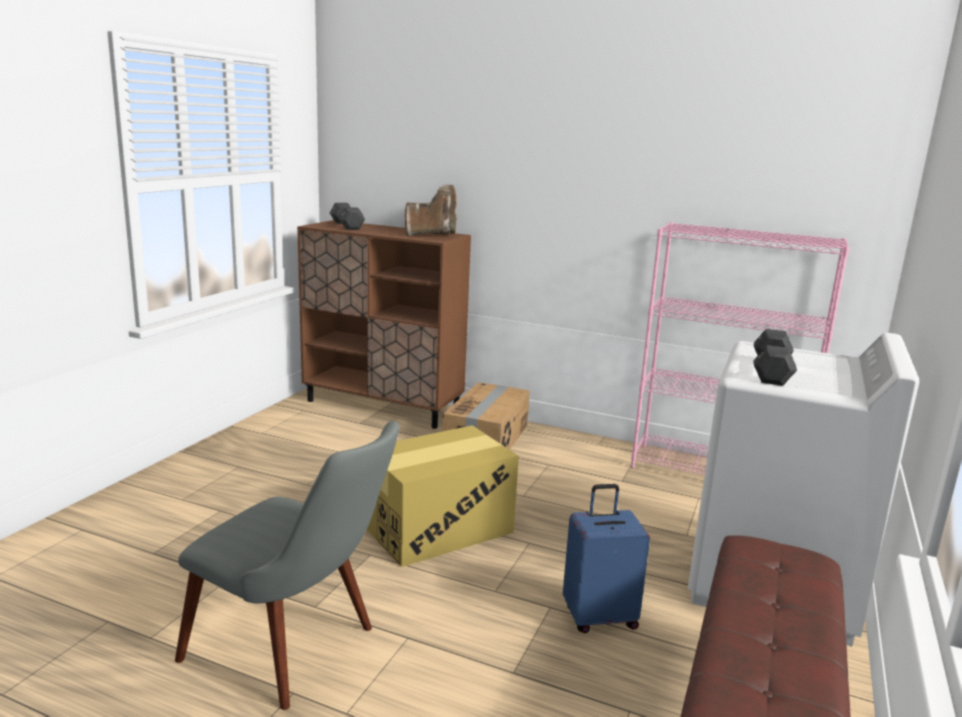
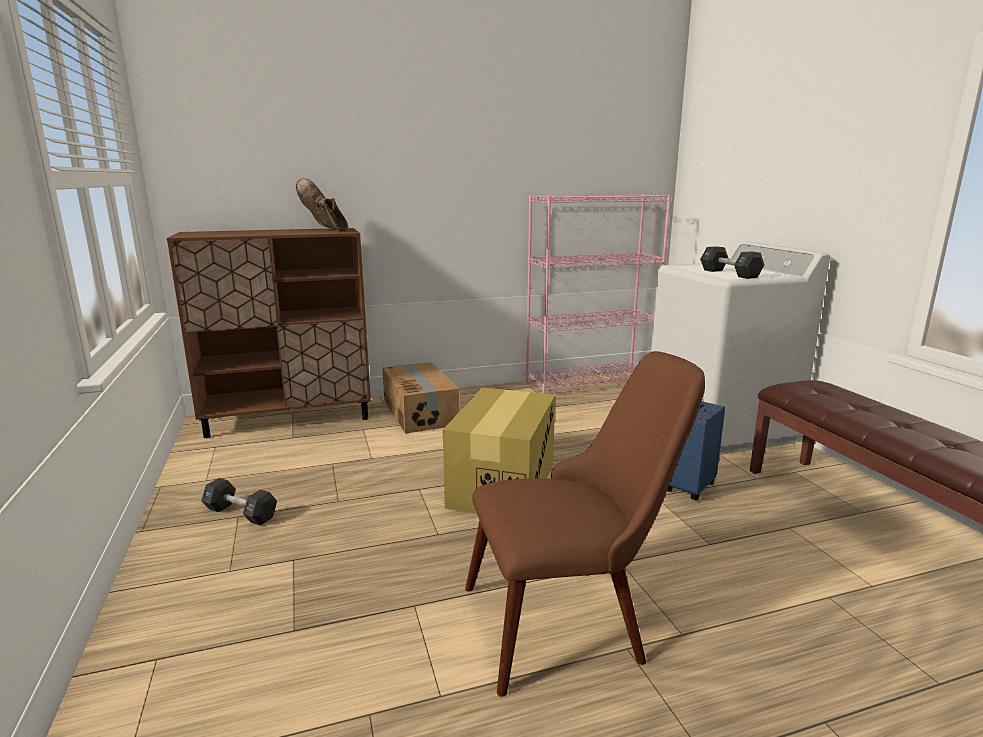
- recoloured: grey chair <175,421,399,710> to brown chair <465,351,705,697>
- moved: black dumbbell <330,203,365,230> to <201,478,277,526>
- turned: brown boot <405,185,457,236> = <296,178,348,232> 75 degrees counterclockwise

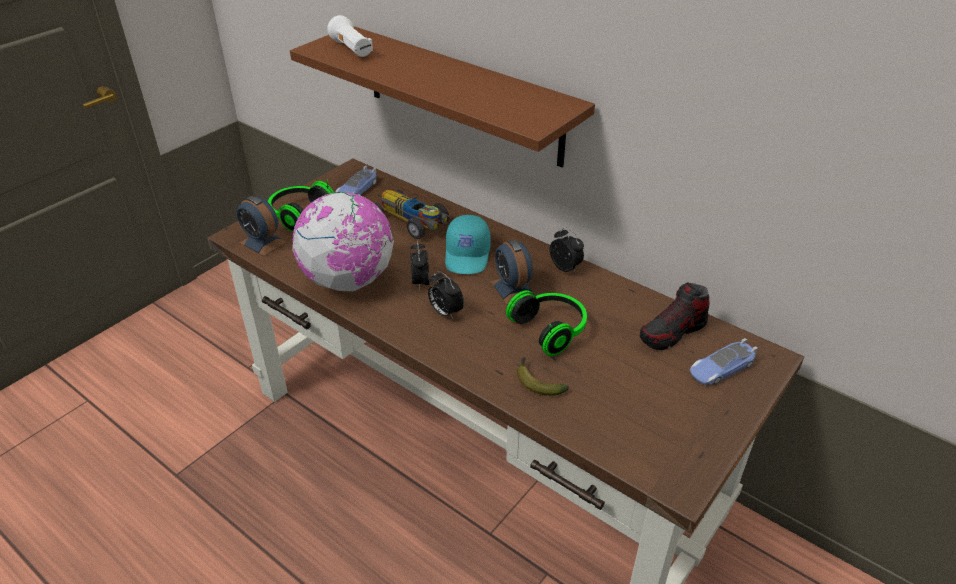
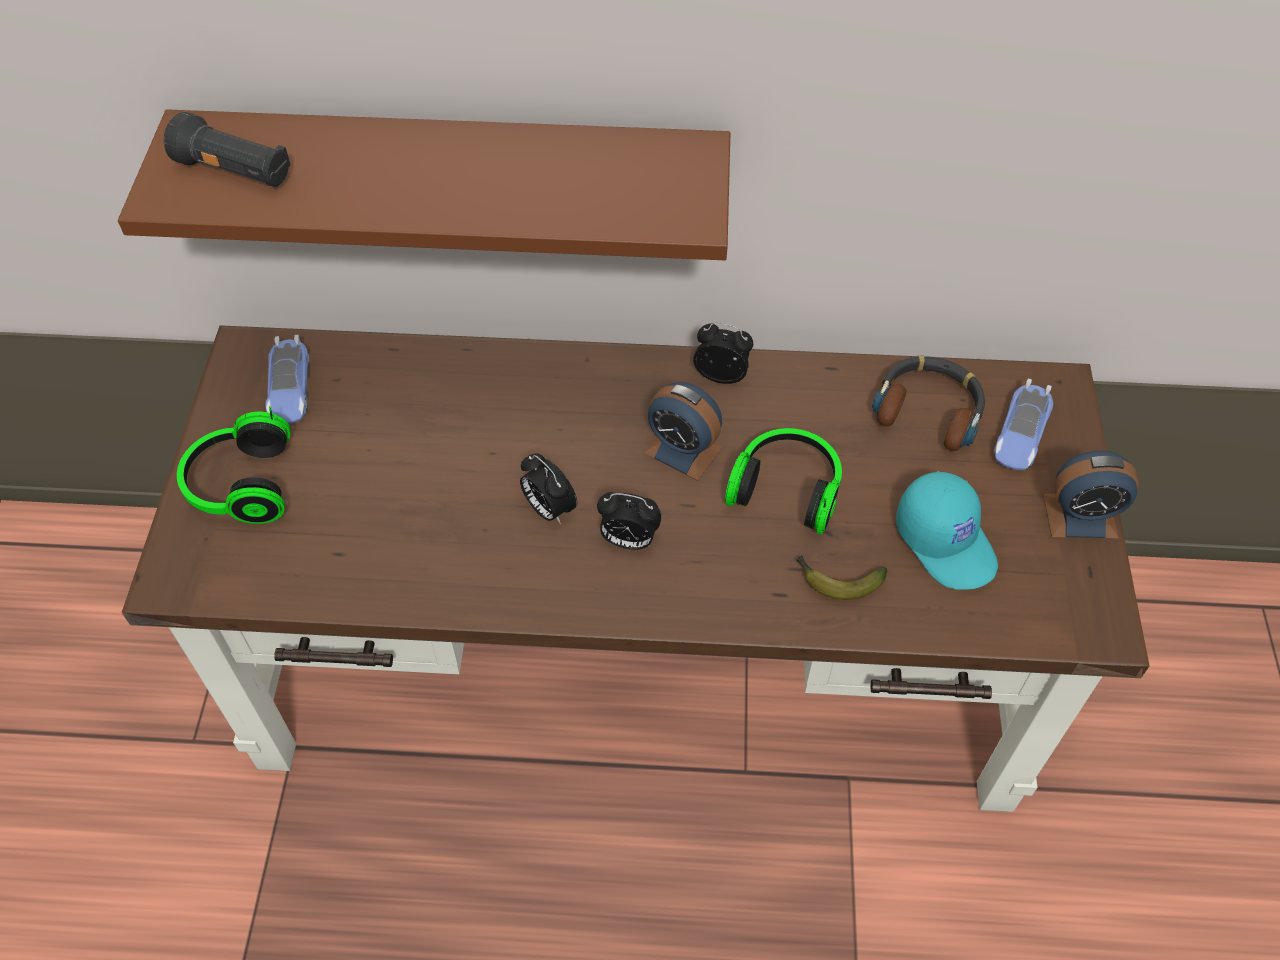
- moved: alarm clock <237,196,286,256> to <1043,450,1139,539>
- removed: globe <292,192,394,291>
- recoloured: white flashlight <327,15,373,57> to black flashlight <164,112,291,187>
- removed: toy car <374,190,449,239>
- moved: turquoise cap <445,215,491,274> to <896,471,998,590>
- replaced: shoe <640,282,710,350> to headphones <872,355,985,451>

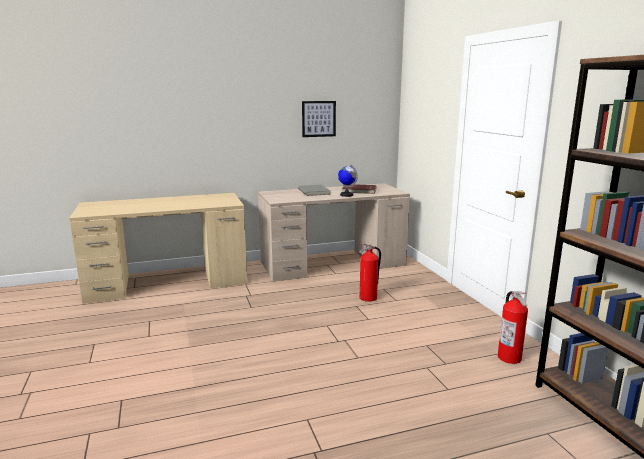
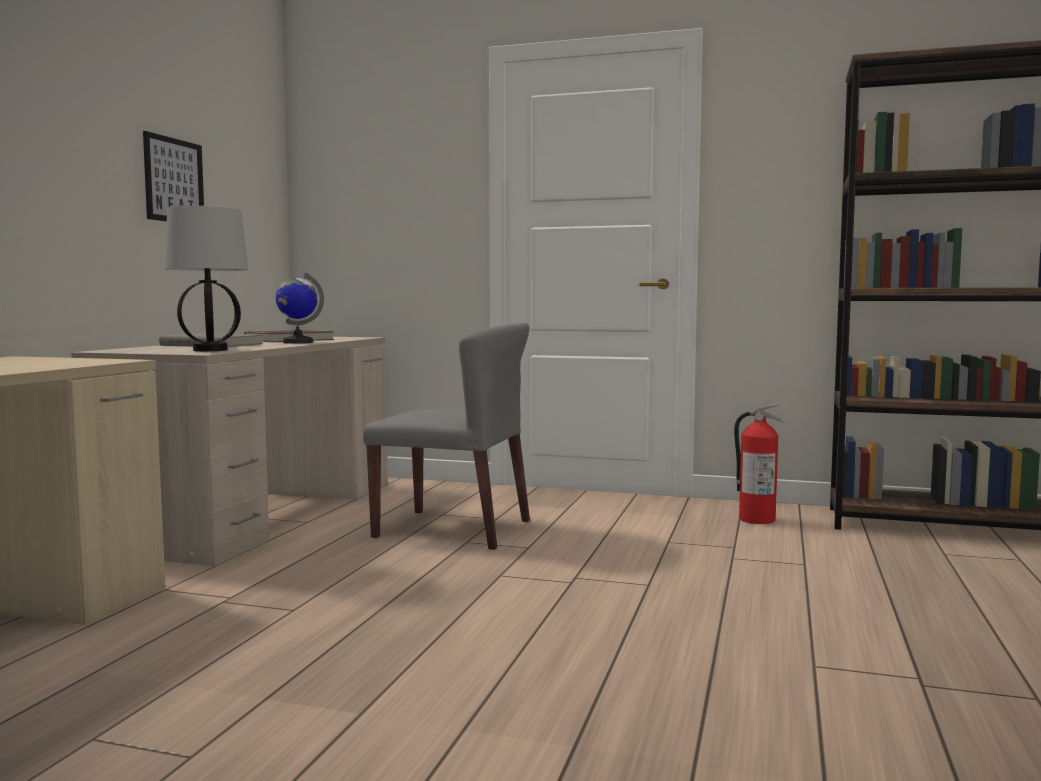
- replaced: fire extinguisher <359,243,381,302> to grey chair <363,322,530,550>
- added: table lamp <165,206,248,351>

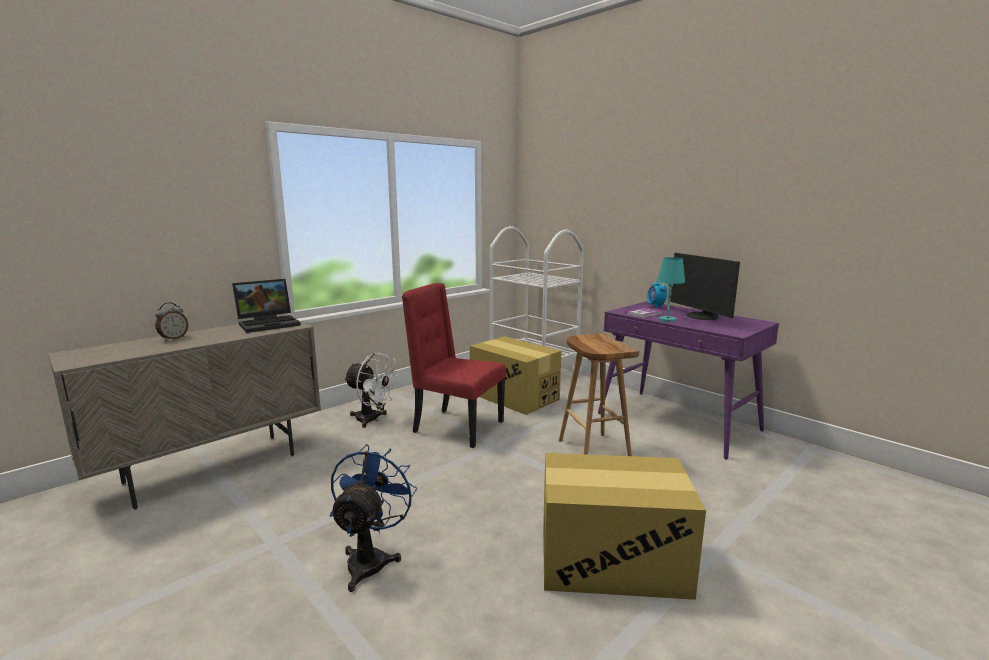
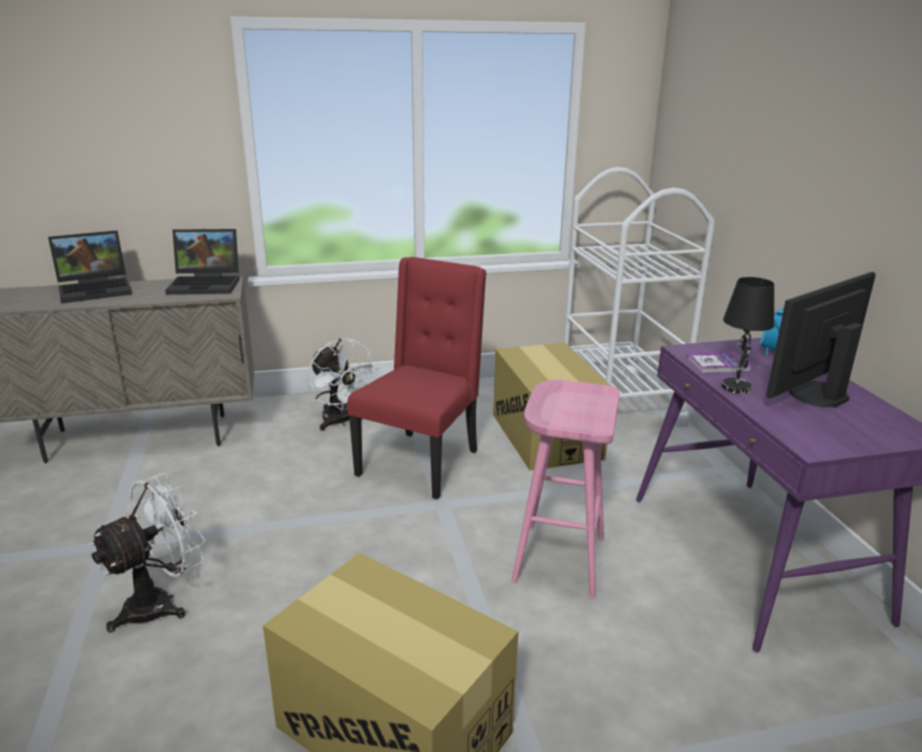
- replaced: alarm clock <155,302,188,341> to laptop <48,231,132,303>
- recoloured: blue fan <330,444,417,592> to white fan <89,473,206,633>
- turned: red chair <402,283,506,448> = <347,257,486,500> 60 degrees clockwise
- recoloured: brown stool <559,333,639,456> to pink stool <512,380,620,598>
- recoloured: turquoise table lamp <657,257,685,322> to black table lamp <722,277,774,394>
- turned: monitor <670,253,740,320> = <766,272,876,408> 45 degrees clockwise

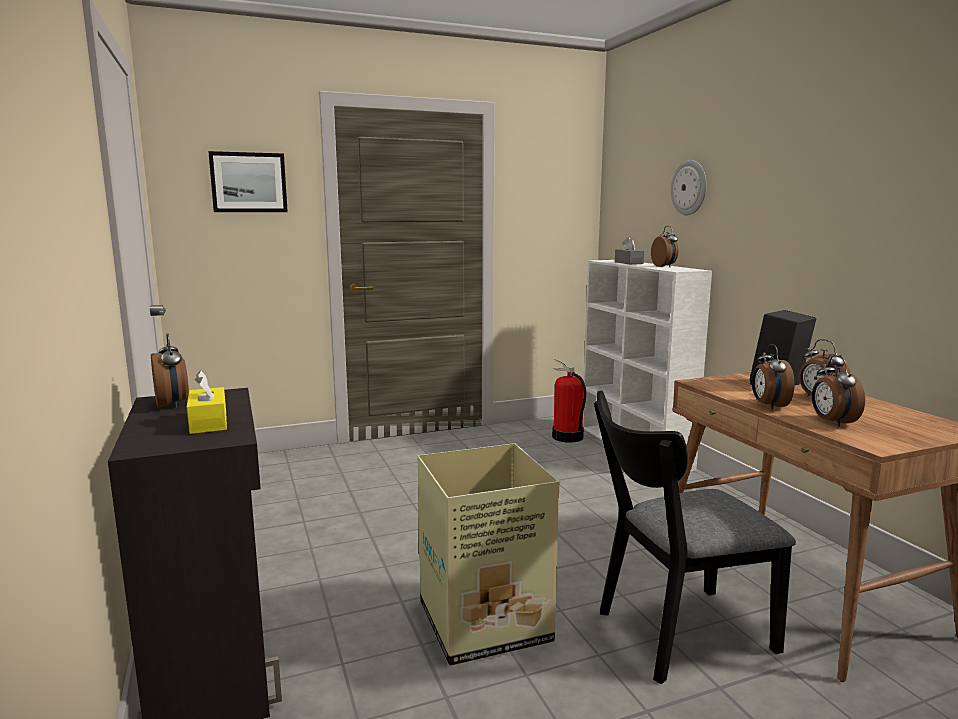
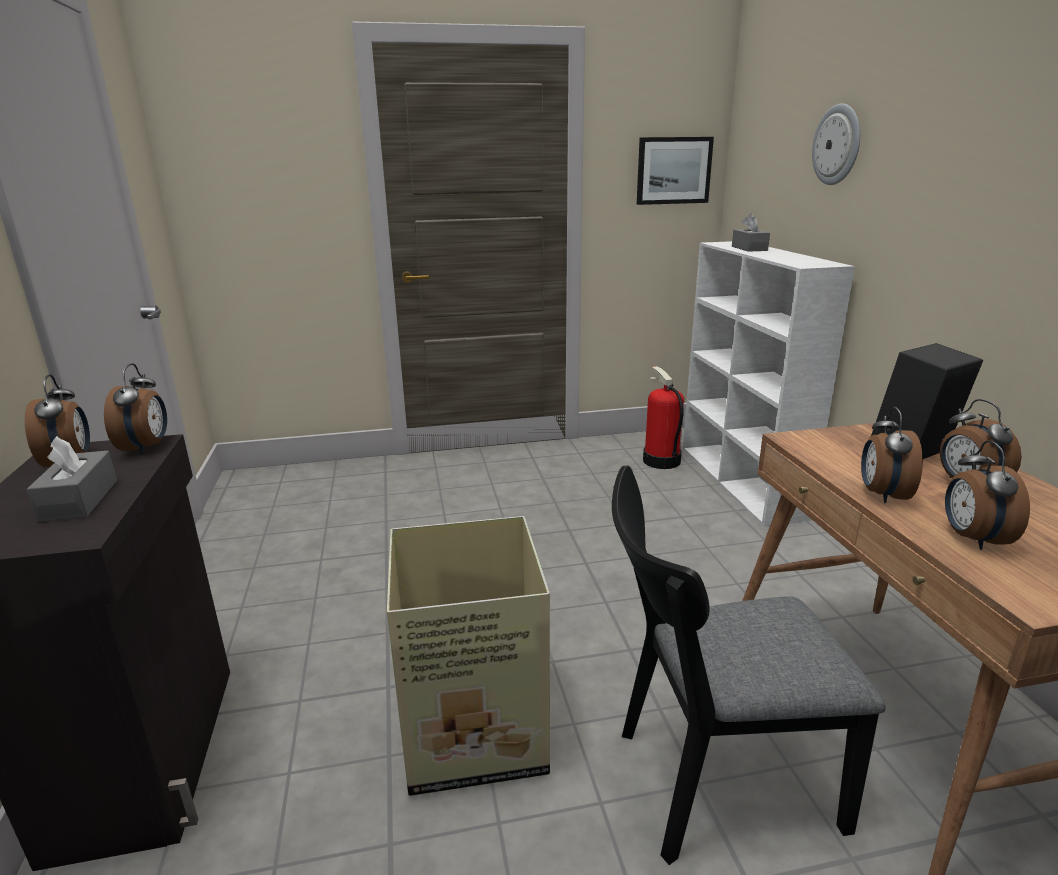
- recoloured: yellow tissue box <187,370,227,434> to grey tissue box <26,436,117,522>
- moved: picture <208,151,288,212> to <637,137,714,205>
- moved: alarm clock <651,226,678,267> to <104,363,167,455>

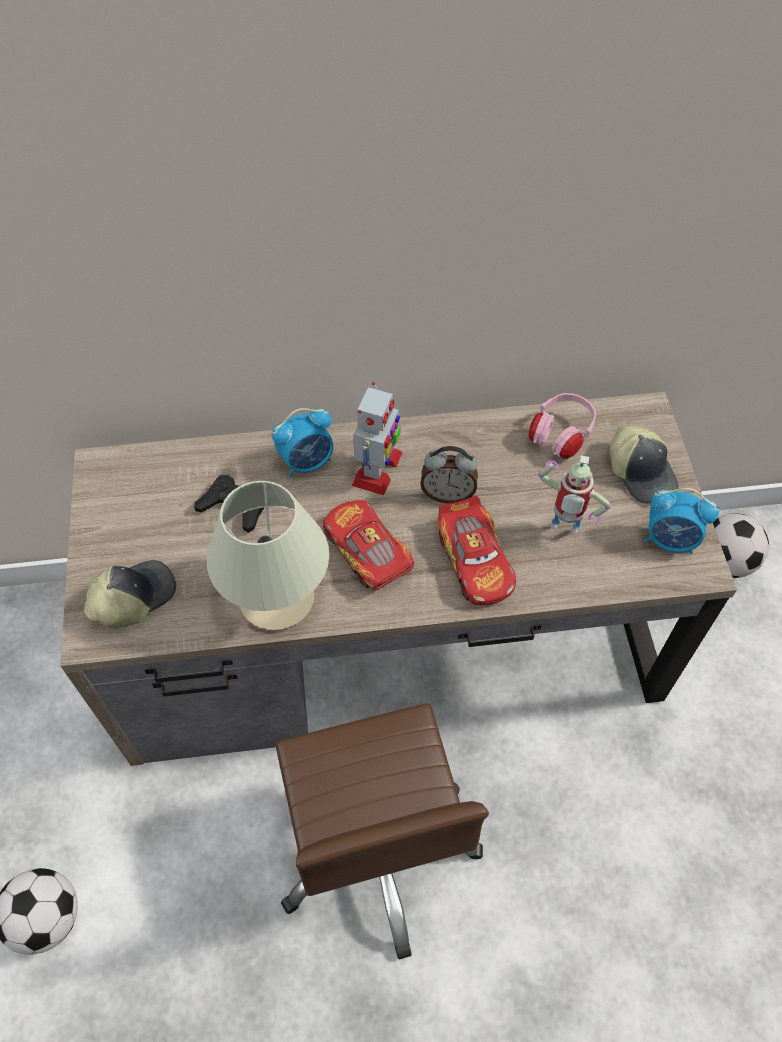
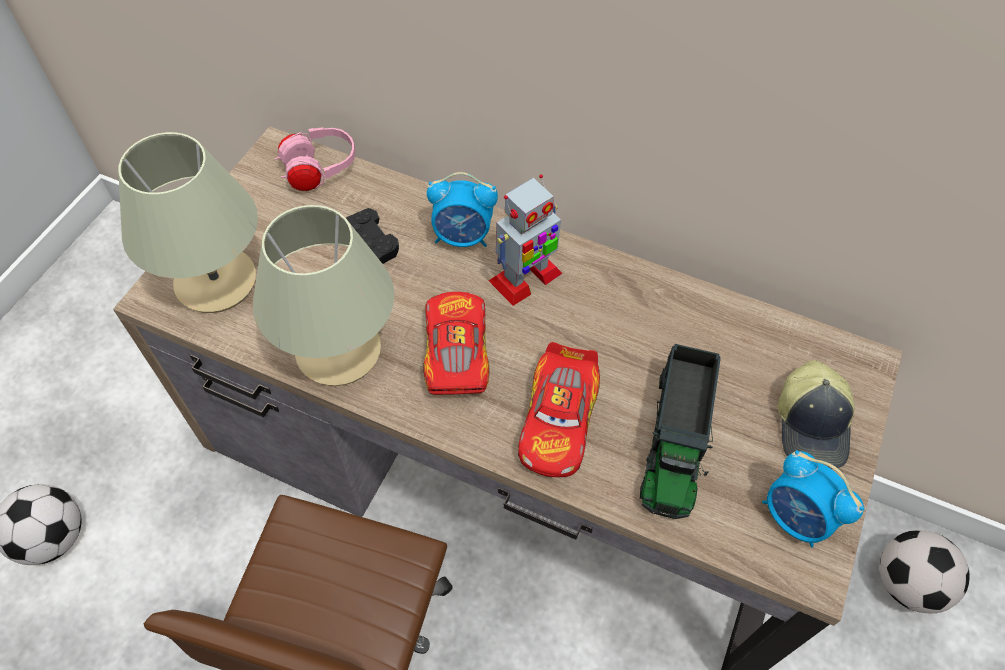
- replaced: cap <84,560,176,628> to beige table lamp <118,132,258,313>
- removed: alarm clock <420,446,478,503>
- moved: pink headphones <529,393,596,459> to <275,127,355,191>
- replaced: toy robot <538,455,611,533> to toy truck <640,344,721,519>

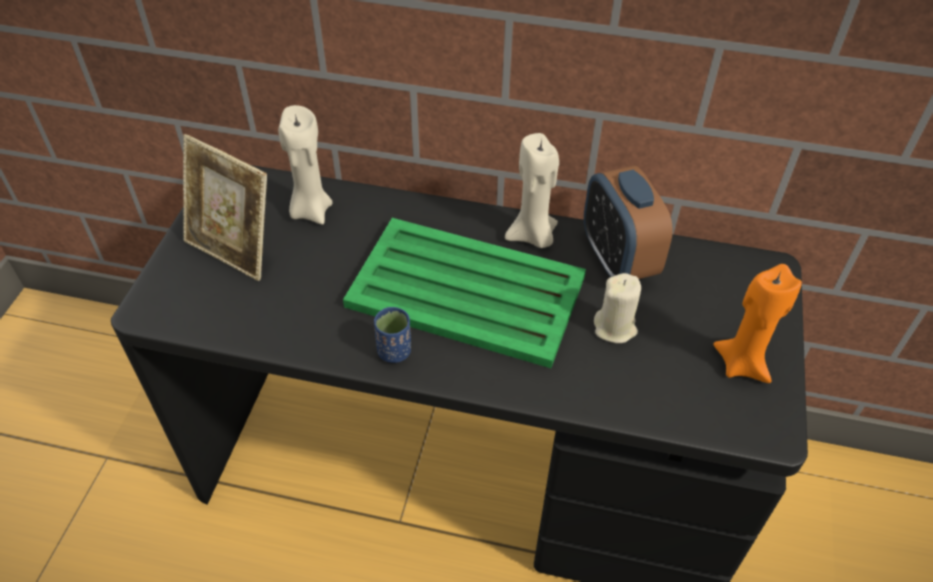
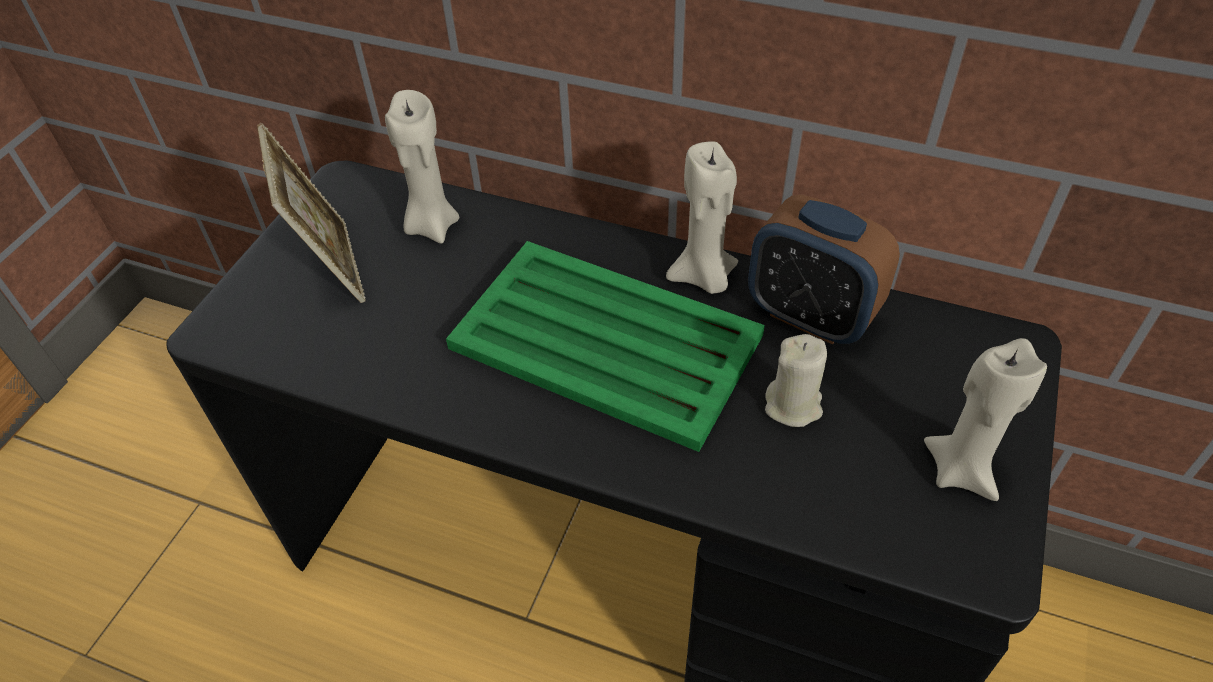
- turned: picture frame <183,134,267,281> = <257,123,365,303> 150 degrees counterclockwise
- removed: blue cup <374,307,411,363>
- turned: alarm clock <584,166,673,279> = <748,195,900,345> 45 degrees counterclockwise
- recoloured: orange candle <713,264,802,383> to beige candle <924,338,1047,501>

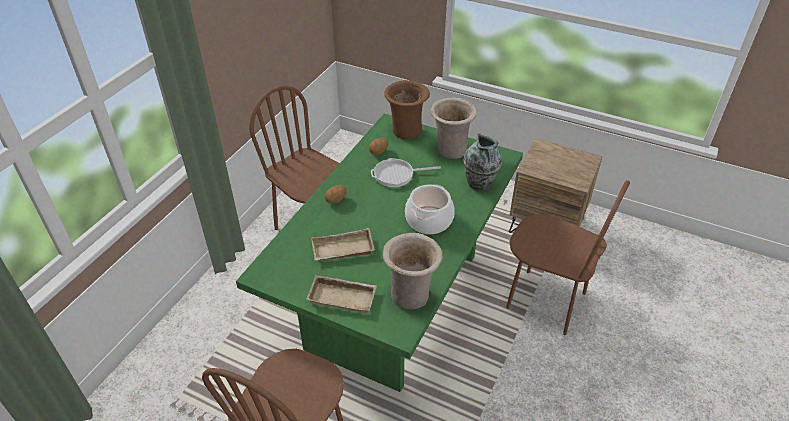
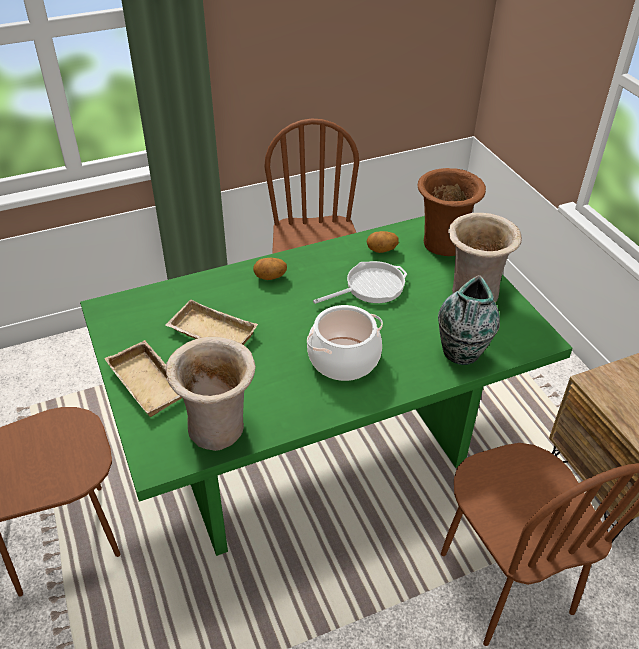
- turned: frying pan <371,158,441,187> = <313,261,407,304> 120 degrees clockwise

